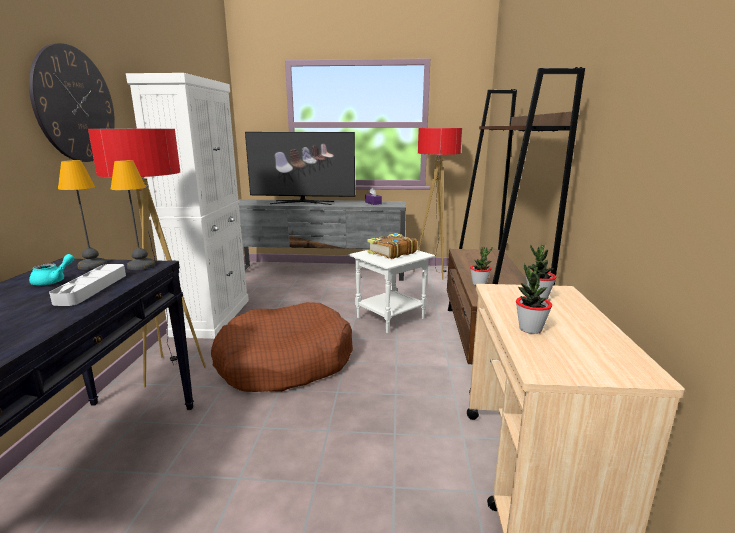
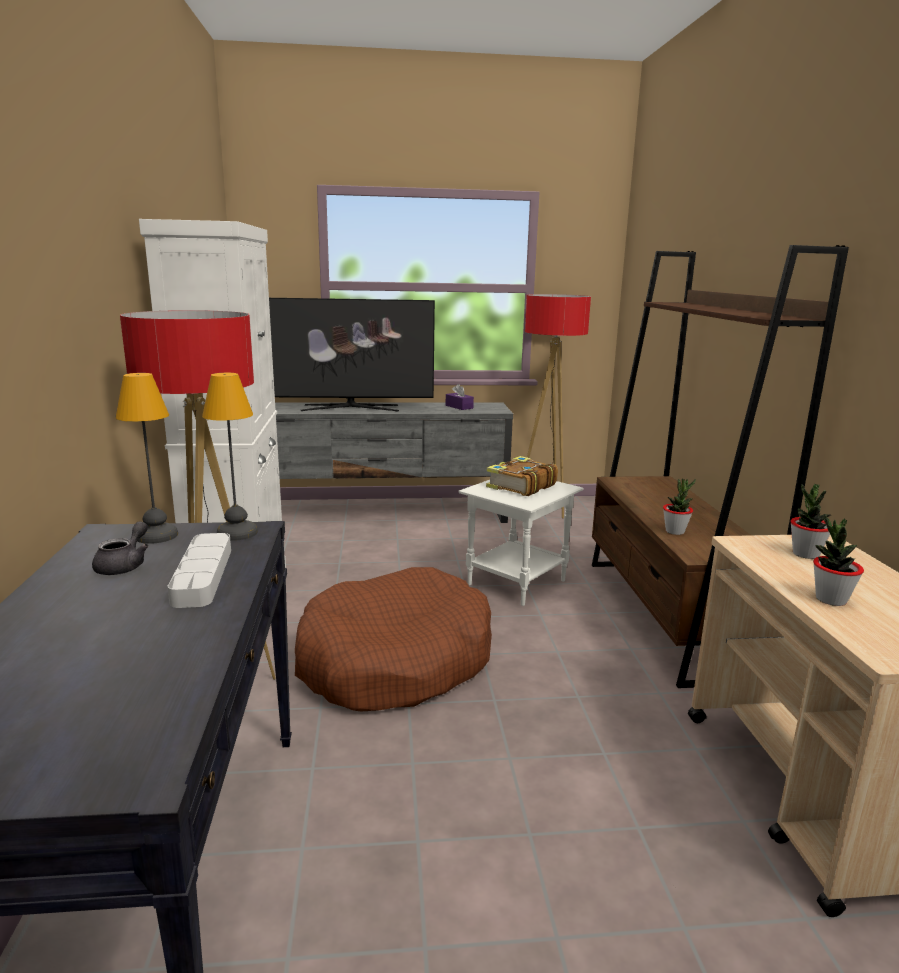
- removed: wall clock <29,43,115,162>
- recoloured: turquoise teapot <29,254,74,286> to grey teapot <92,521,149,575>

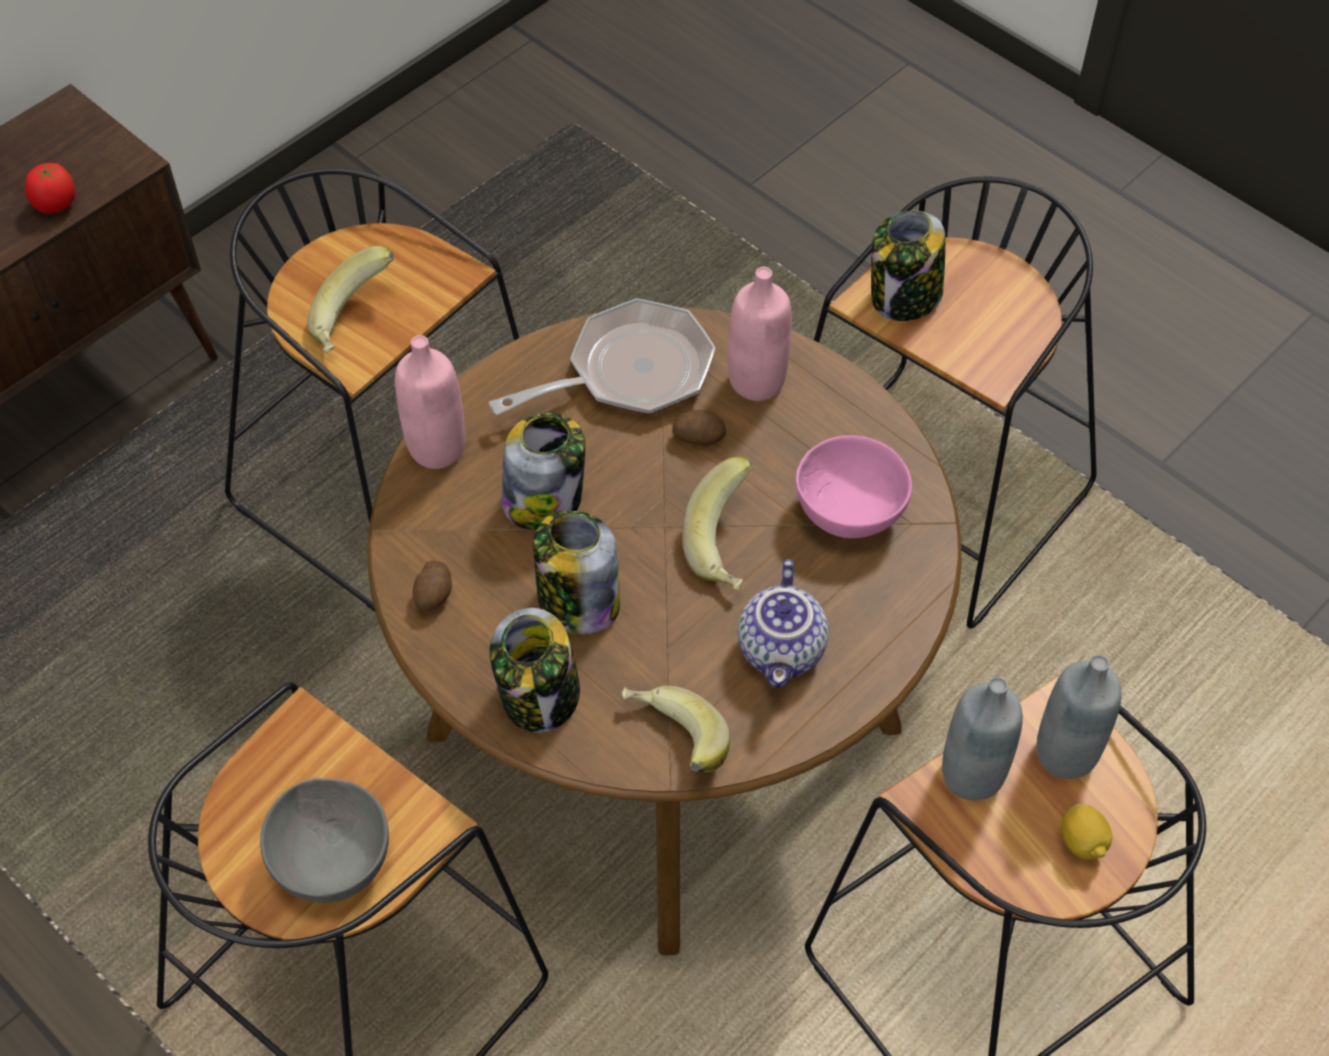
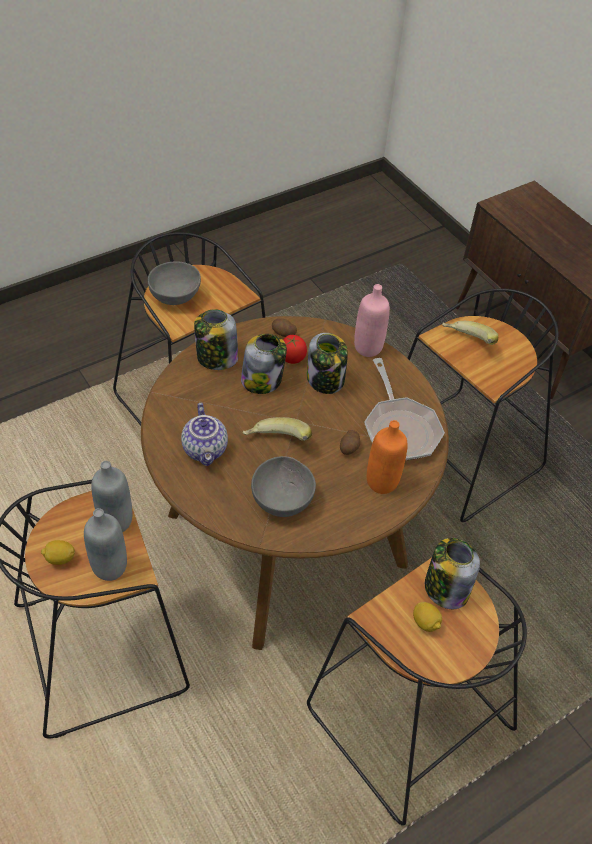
- moved: tomato <25,163,76,214> to <283,335,307,364>
- removed: banana <622,686,730,772>
- recoloured: pink bottle <728,267,792,401> to orange bottle <367,420,408,494>
- turned: teapot <738,559,828,688> = <181,403,228,466> 120 degrees counterclockwise
- recoloured: pink bowl <795,435,912,538> to grey bowl <251,456,316,517>
- added: lemon <413,602,442,632>

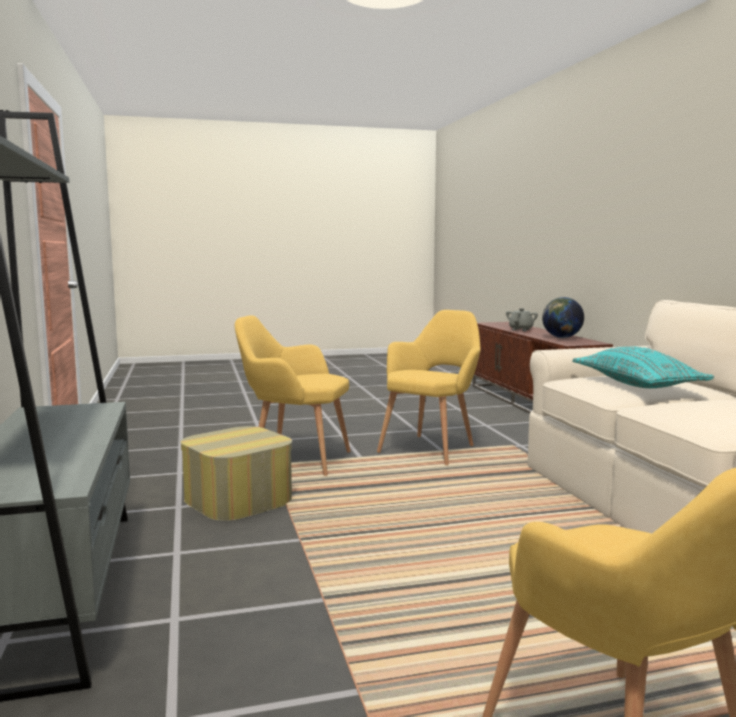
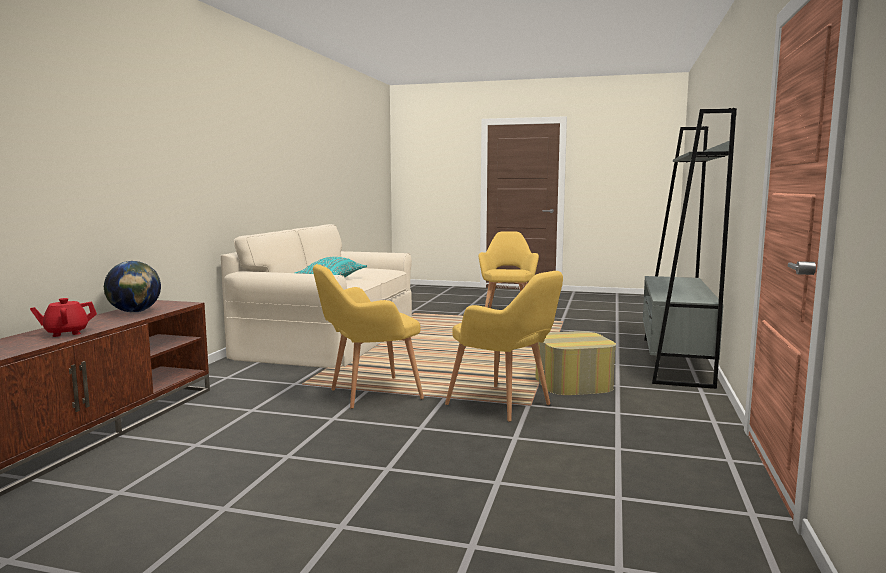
- recoloured: grey teapot <506,308,538,331> to red teapot <30,298,97,337>

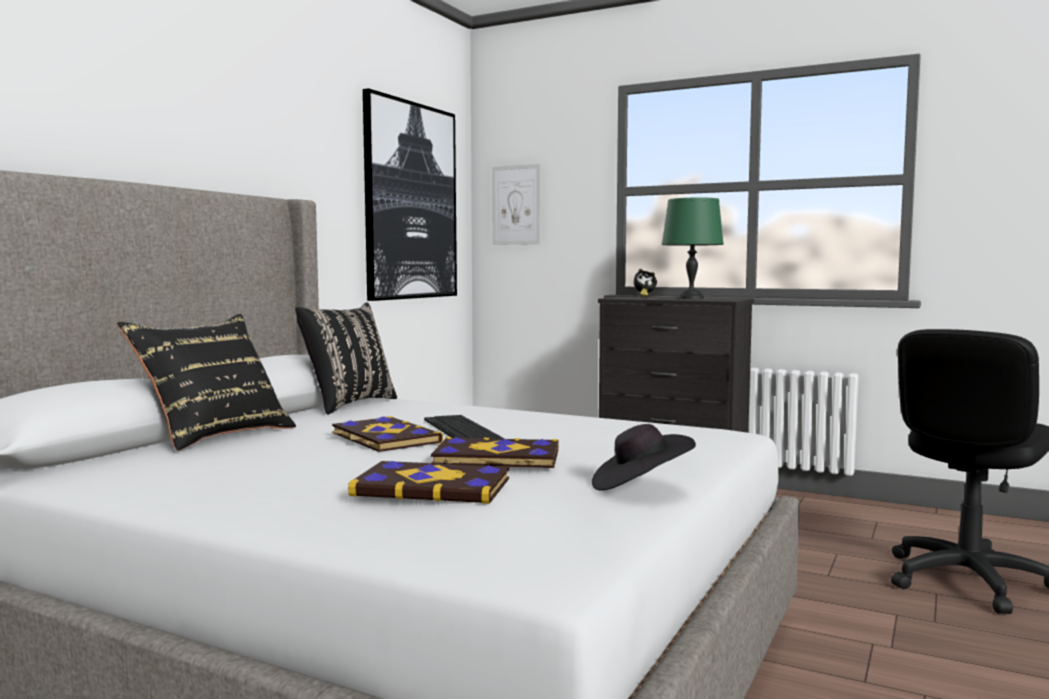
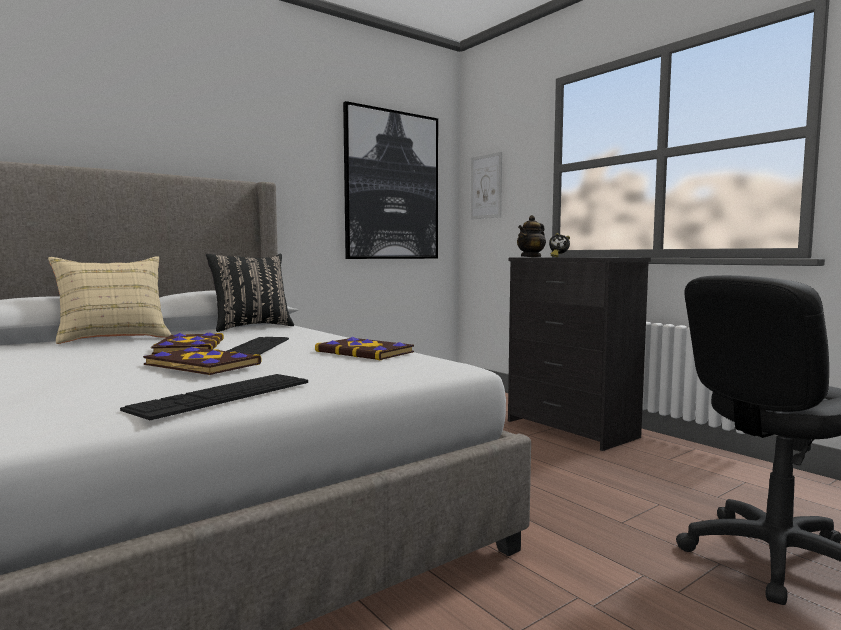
- recoloured: black pillow <117,314,296,451> to beige pillow <48,256,172,344>
- moved: book <348,461,509,504> to <315,337,414,360>
- replaced: black hat <592,424,696,491> to keyboard <120,374,308,420>
- removed: green table lamp <662,197,724,299>
- added: teapot <517,215,546,257>

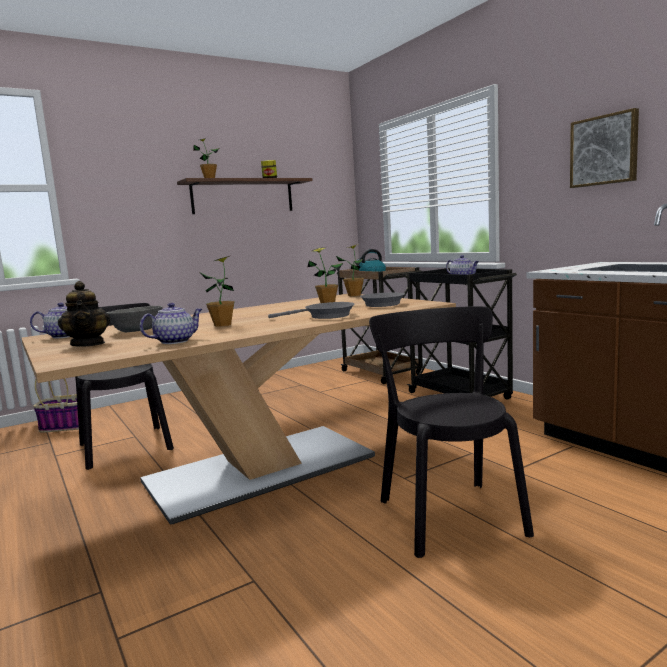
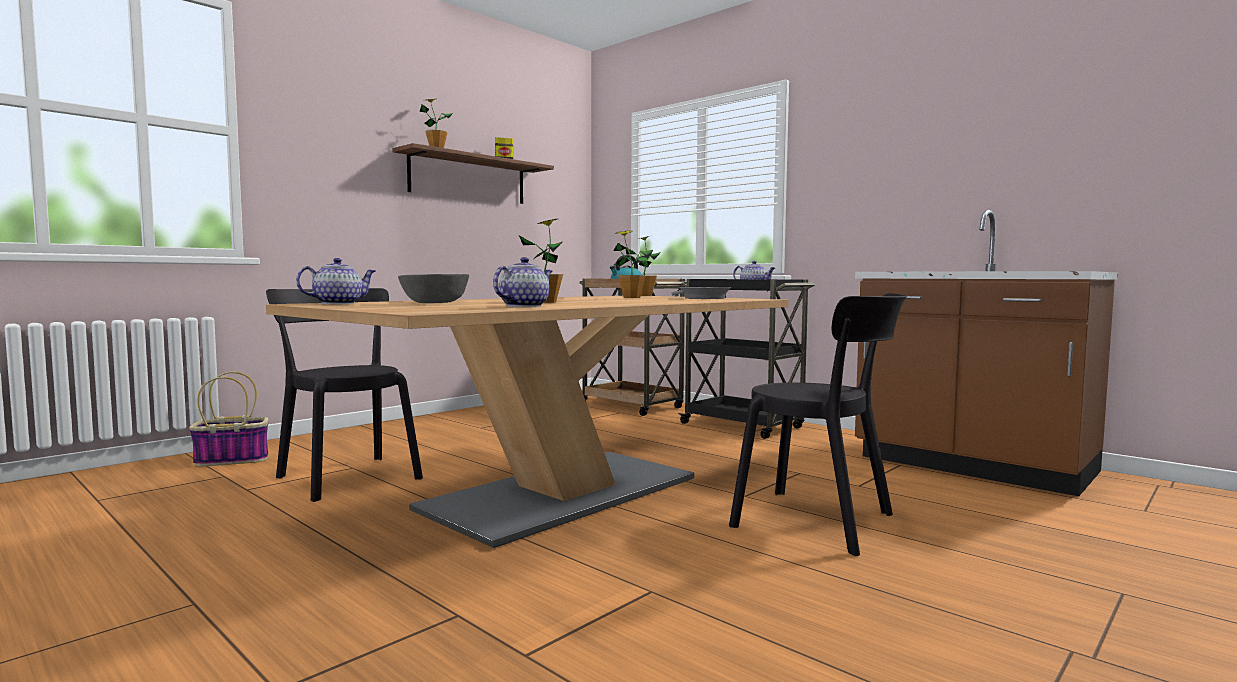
- removed: teapot <58,281,110,347>
- removed: grey frying pan <268,302,354,319>
- turned: black chair <369,306,534,558> = <729,293,907,556> 150 degrees clockwise
- removed: picture <570,108,639,188>

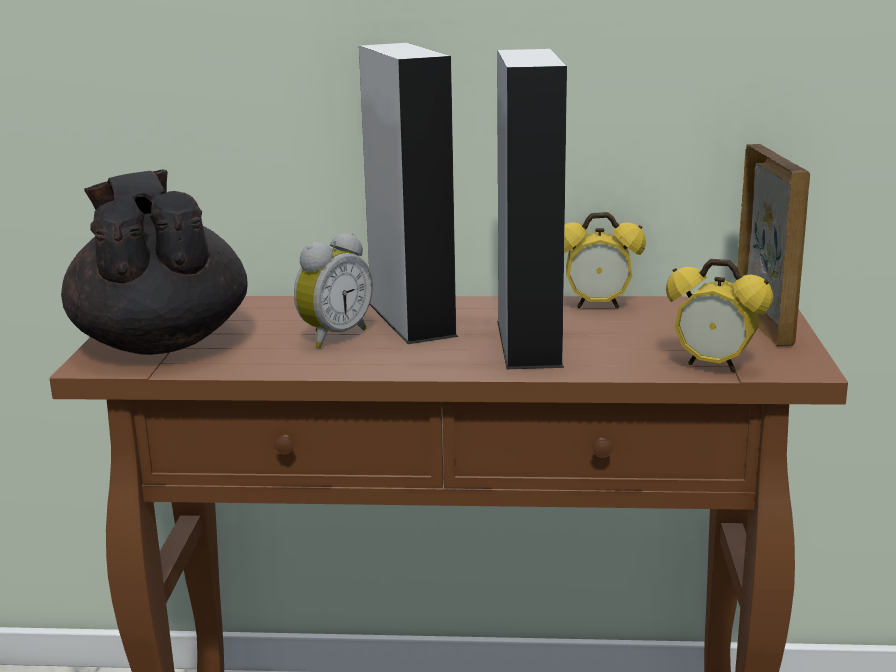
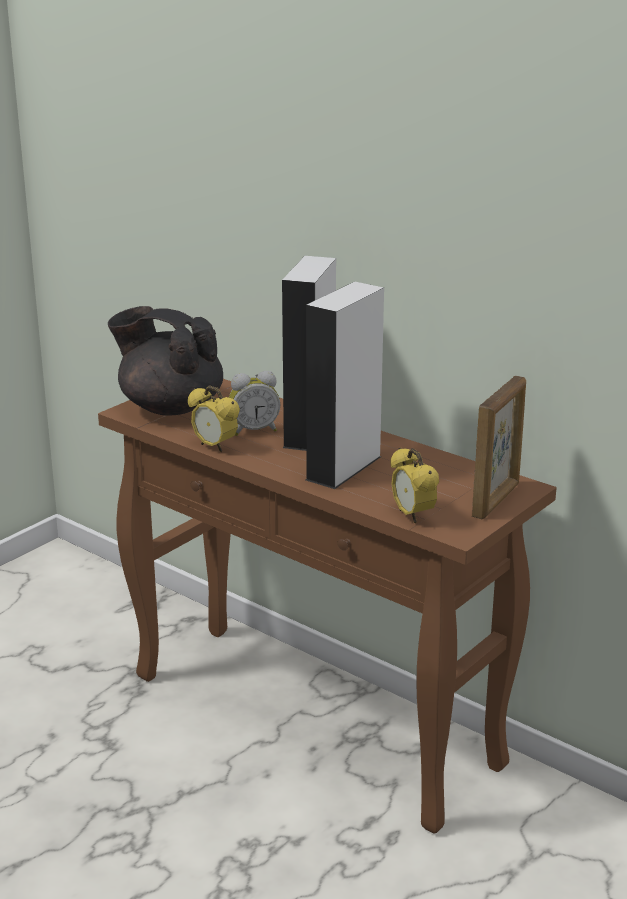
- turned: black teapot <61,169,248,355> = <108,306,223,415> 75 degrees counterclockwise
- moved: alarm clock <564,212,646,308> to <188,386,240,452>

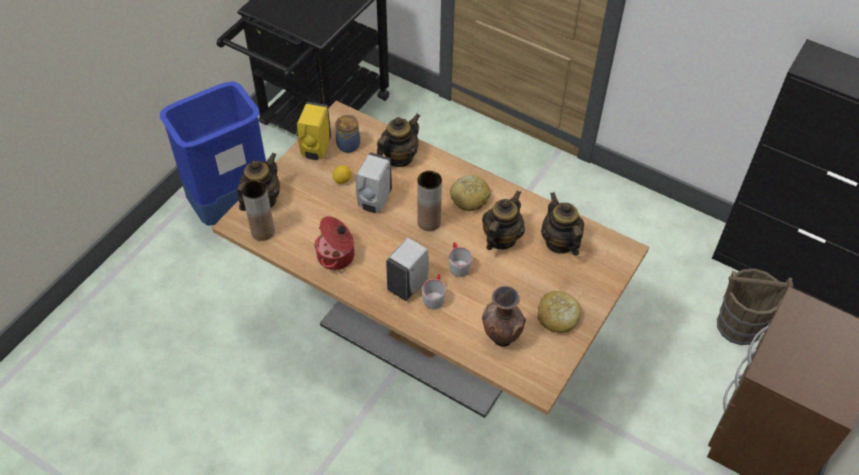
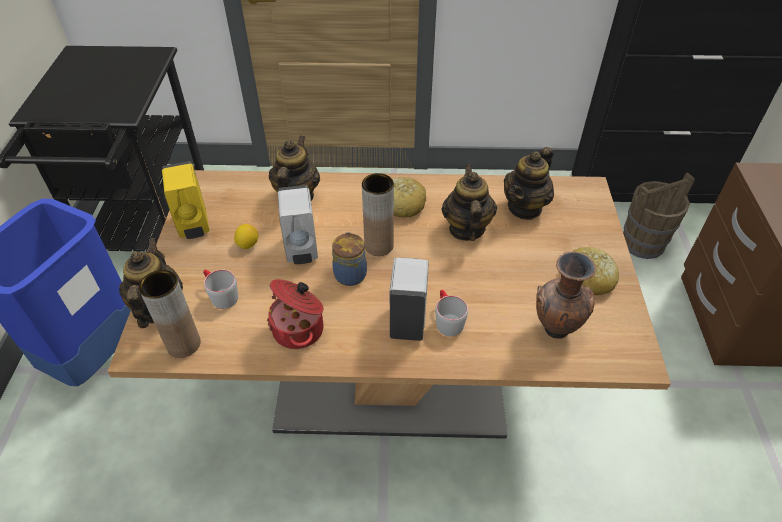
- moved: jar <335,115,360,153> to <332,232,367,286>
- moved: grey mug <449,242,472,277> to <203,270,238,309>
- turned: teapot <541,192,584,256> = <504,147,554,220> 90 degrees counterclockwise

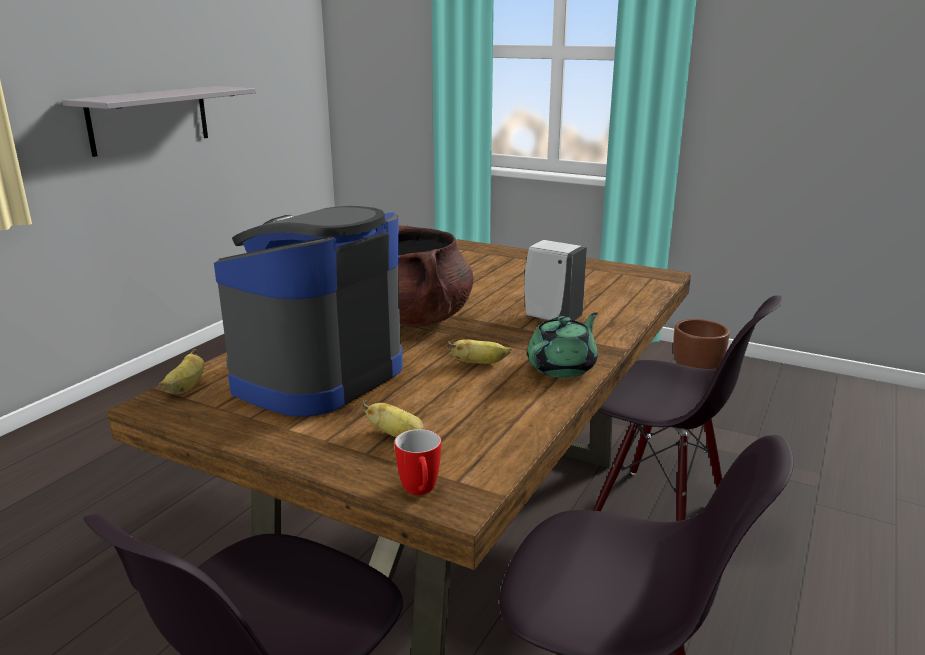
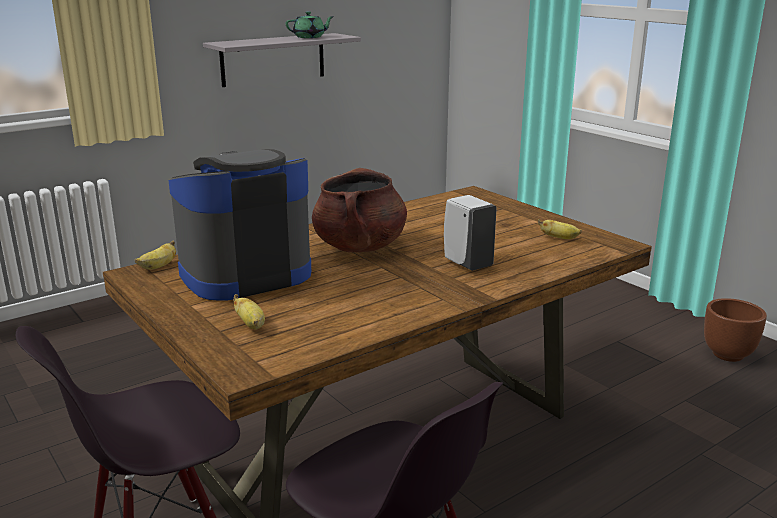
- removed: mug <395,429,441,495>
- moved: banana <447,339,511,364> to <538,219,582,239>
- moved: green teapot <527,312,598,378> to <286,12,334,38>
- removed: black chair <593,295,783,521>

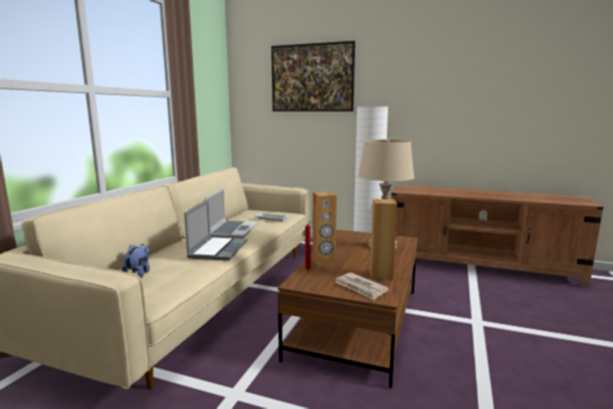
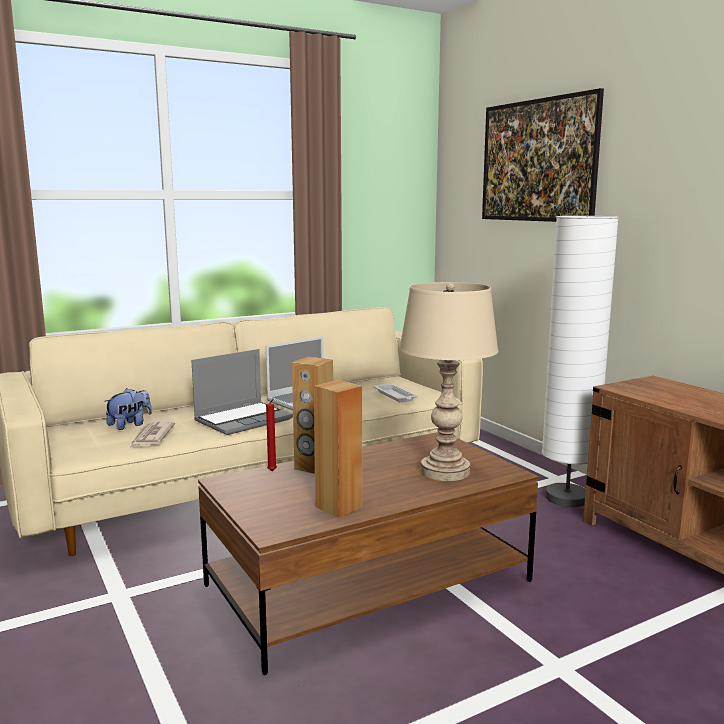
- moved: newspaper <335,272,389,300> to <131,422,175,447>

